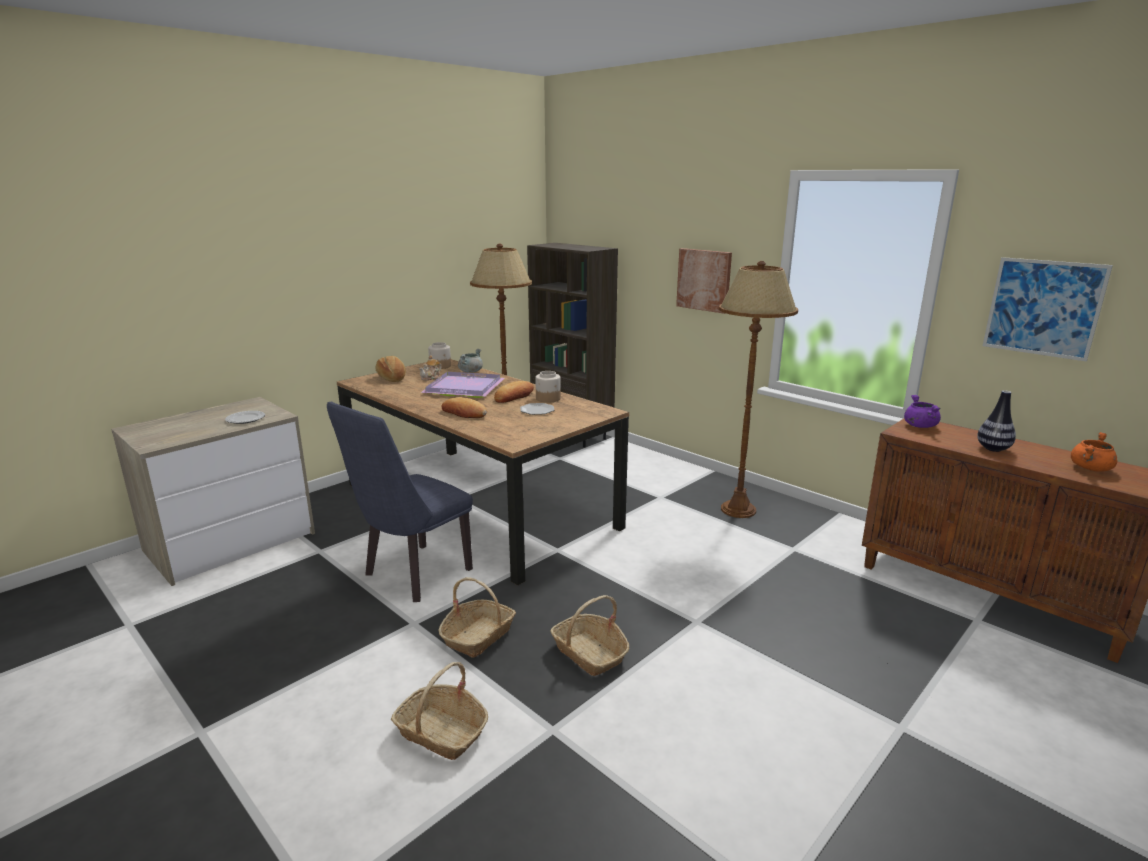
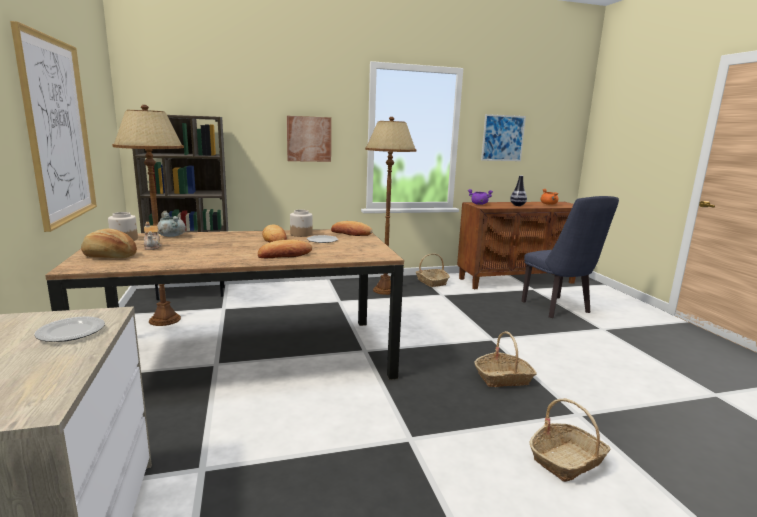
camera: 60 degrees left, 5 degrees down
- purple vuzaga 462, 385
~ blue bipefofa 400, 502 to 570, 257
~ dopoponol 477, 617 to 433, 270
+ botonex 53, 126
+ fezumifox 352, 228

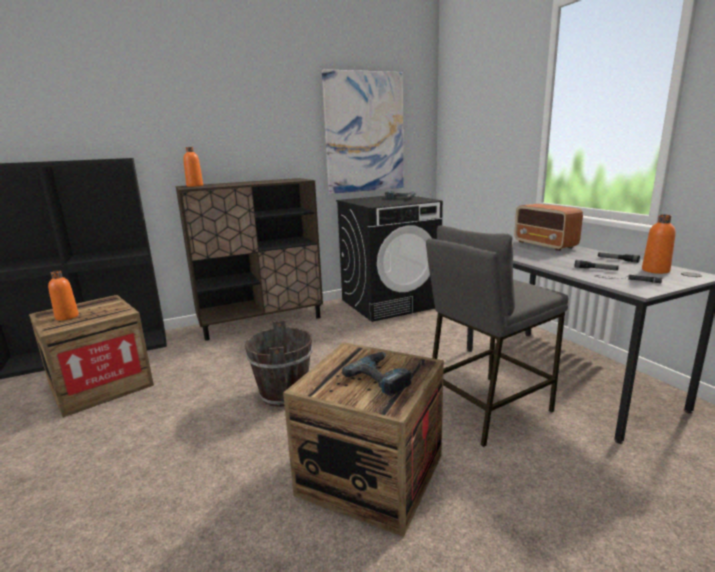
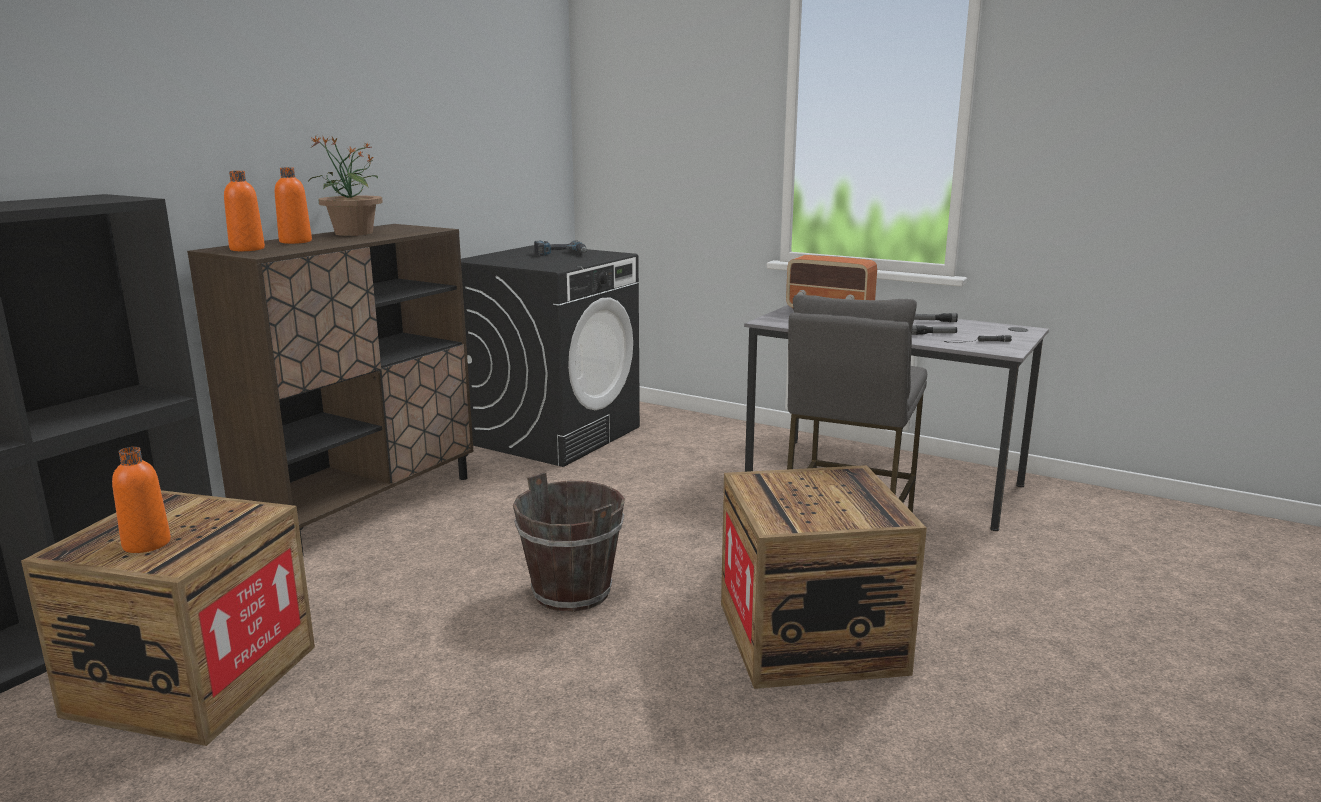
camera: 35 degrees left, 0 degrees up
- botonex 362, 131
~ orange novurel 659, 244 to 293, 205
- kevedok 377, 374
+ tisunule 345, 185

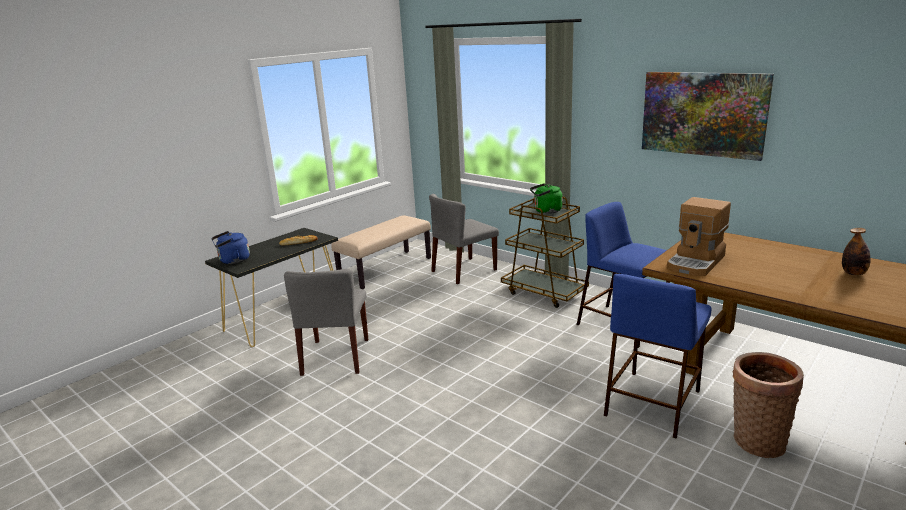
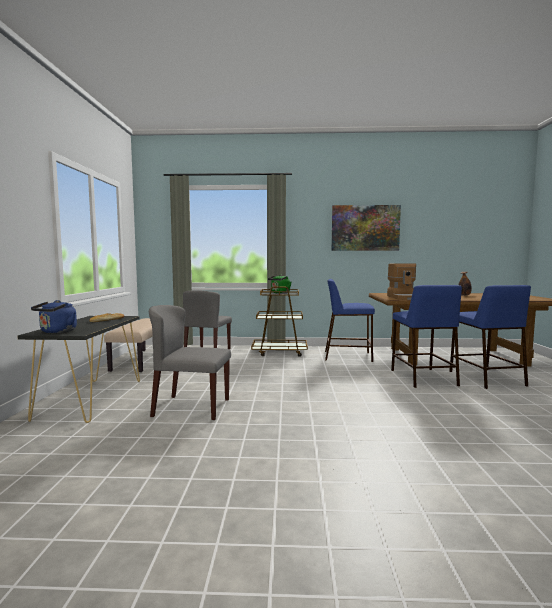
camera: 40 degrees left, 15 degrees down
~ grey bipefofa 326, 322 = 190, 362 135 degrees clockwise
~ dopoponol 768, 405 to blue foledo 490, 337

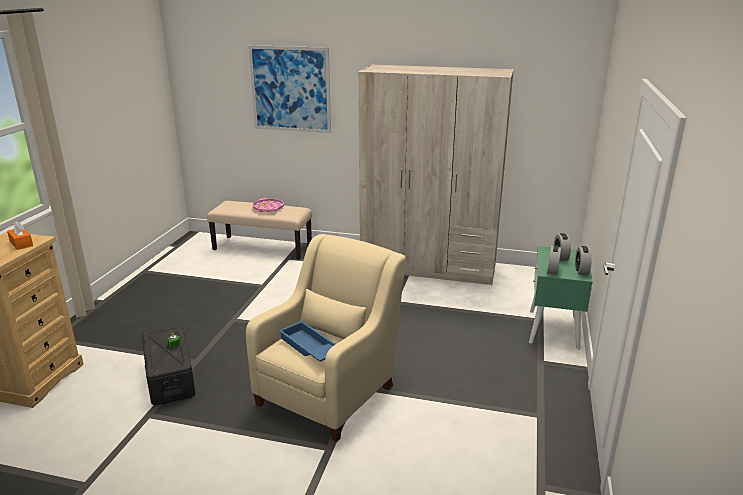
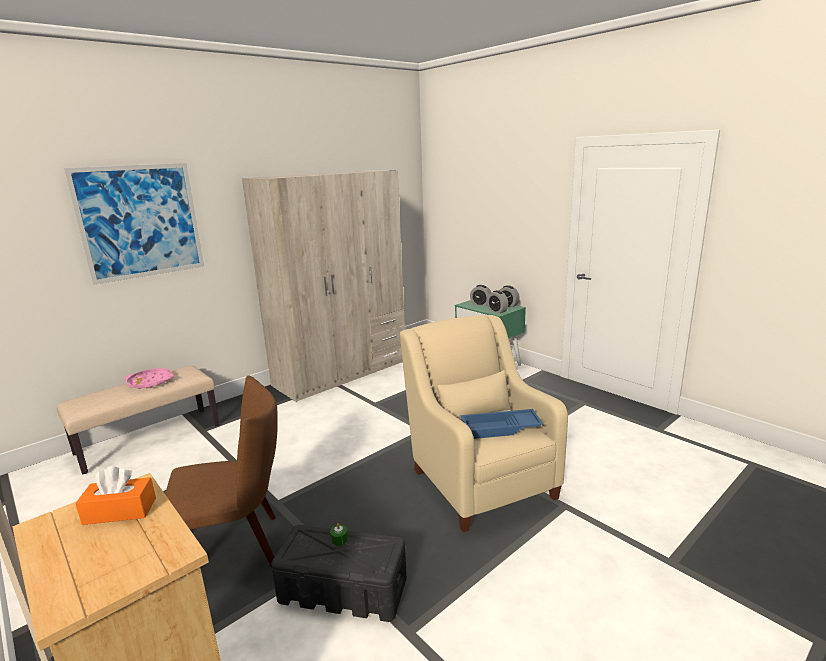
camera: 55 degrees left, 5 degrees down
+ brown bipefofa 221, 471

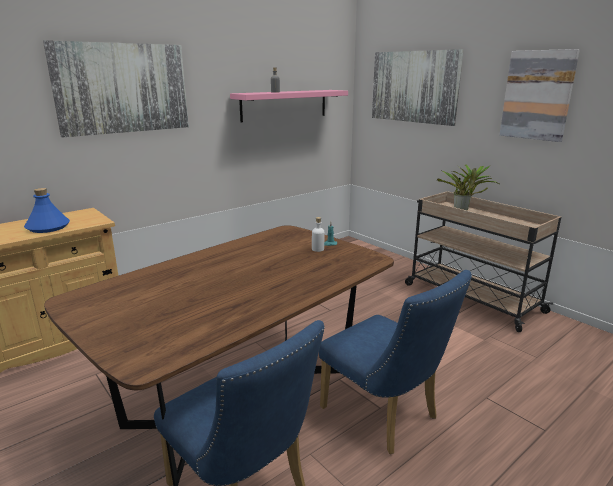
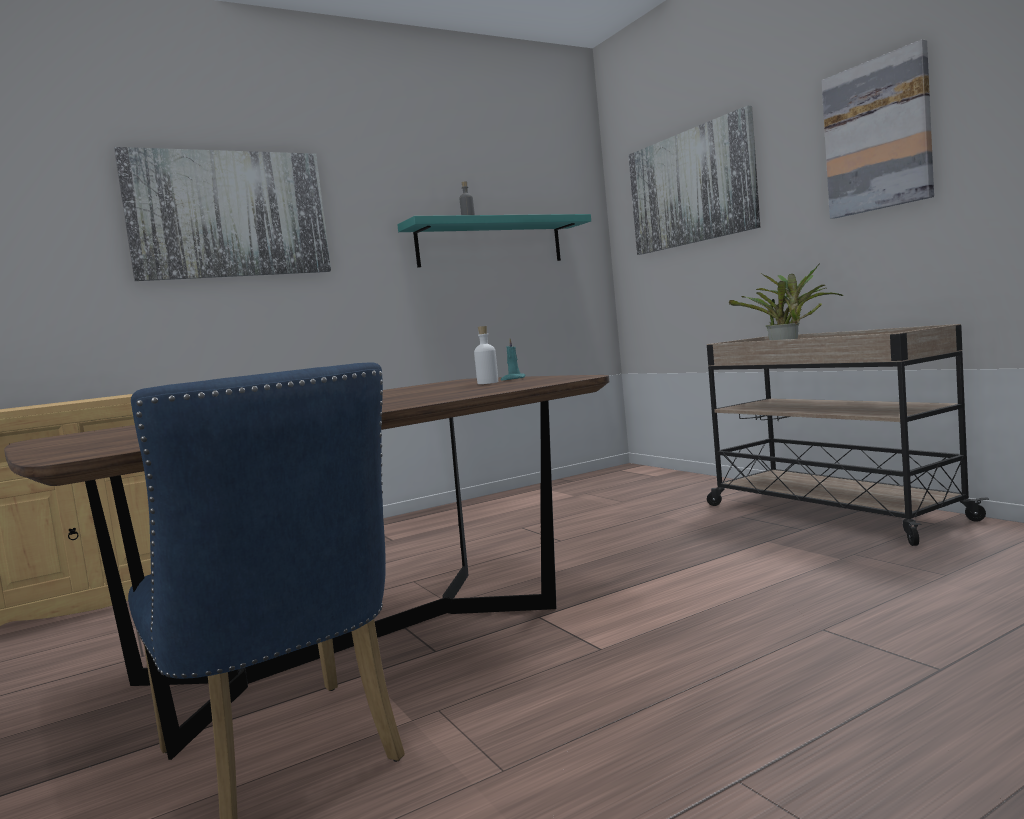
camera: 10 degrees right, 15 degrees down
~ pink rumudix 289, 106 to turquoise rumudix 494, 241
- blue novurel 47, 210
- blue bipefofa 395, 362

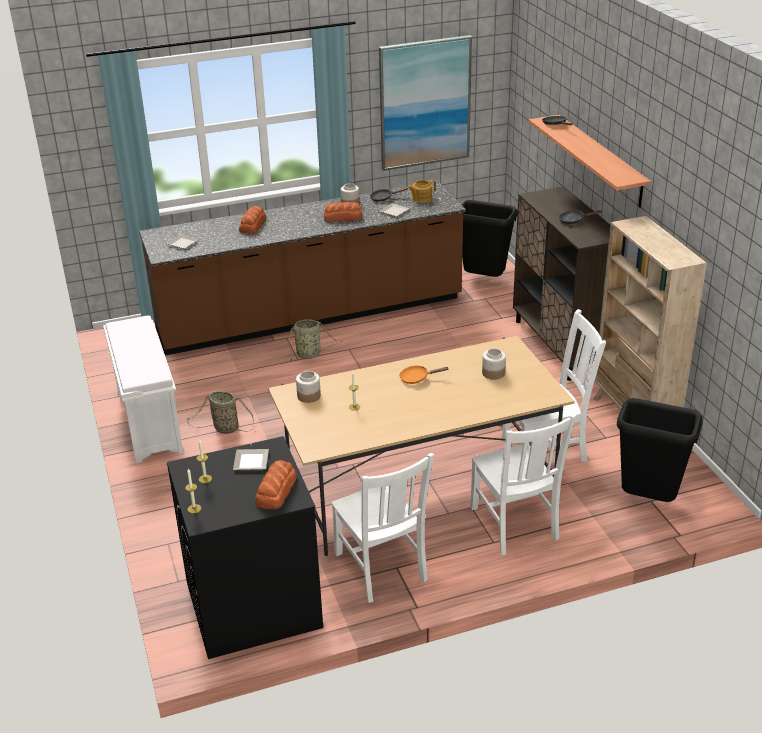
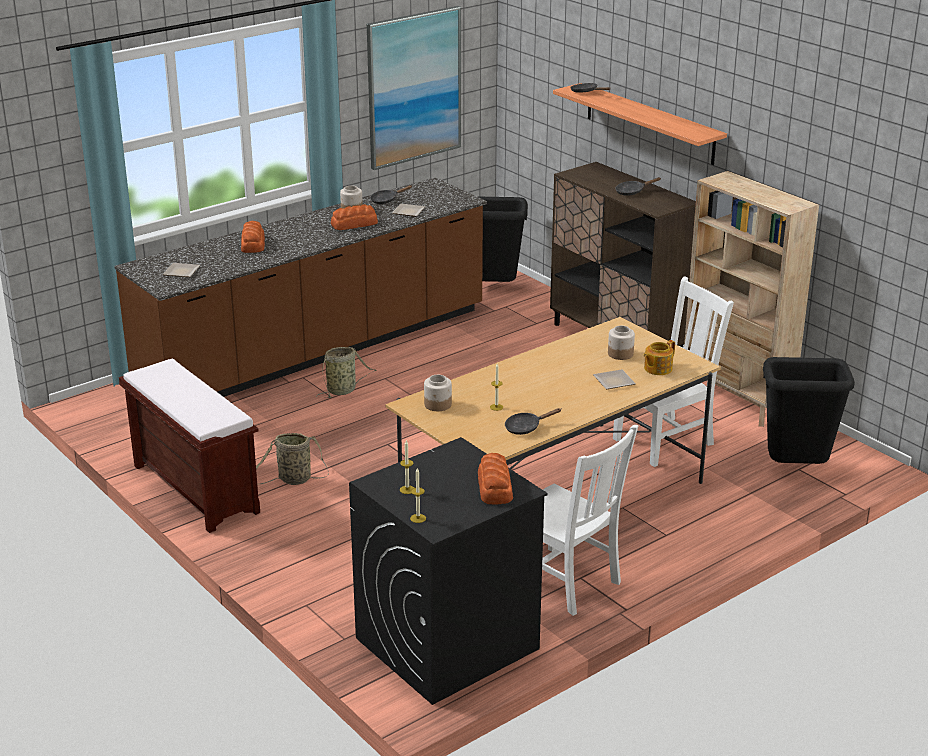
camera: 20 degrees left, 5 degrees down
~ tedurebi 421, 191 to 659, 357
~ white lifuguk 143, 389 to brown lifuguk 189, 446
- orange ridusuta 424, 375
- white bipefofa 523, 484
~ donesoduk 251, 459 to 614, 379
+ black ridusuta 533, 421

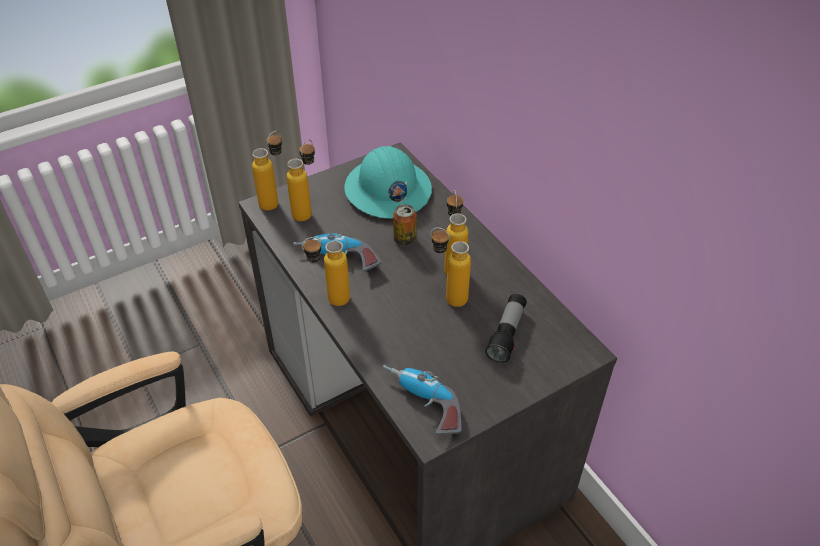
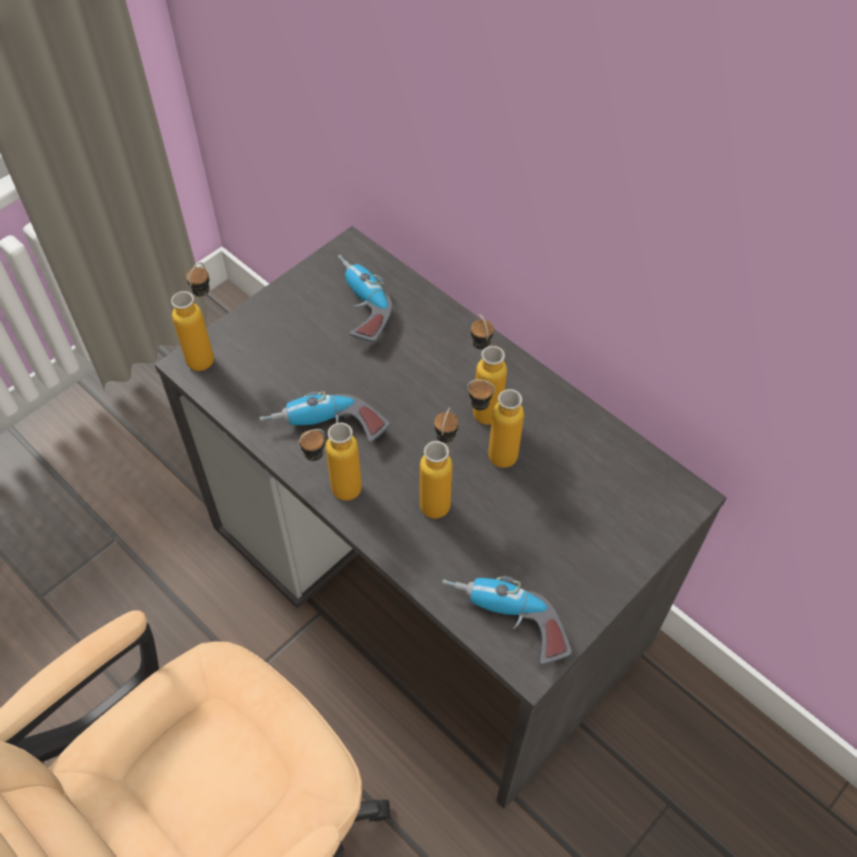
camera: 15 degrees left, 10 degrees up
~ novurel 300, 180 to 439, 463
~ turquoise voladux 388, 182 to kevedok 365, 298
- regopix 405, 225
- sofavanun 506, 328

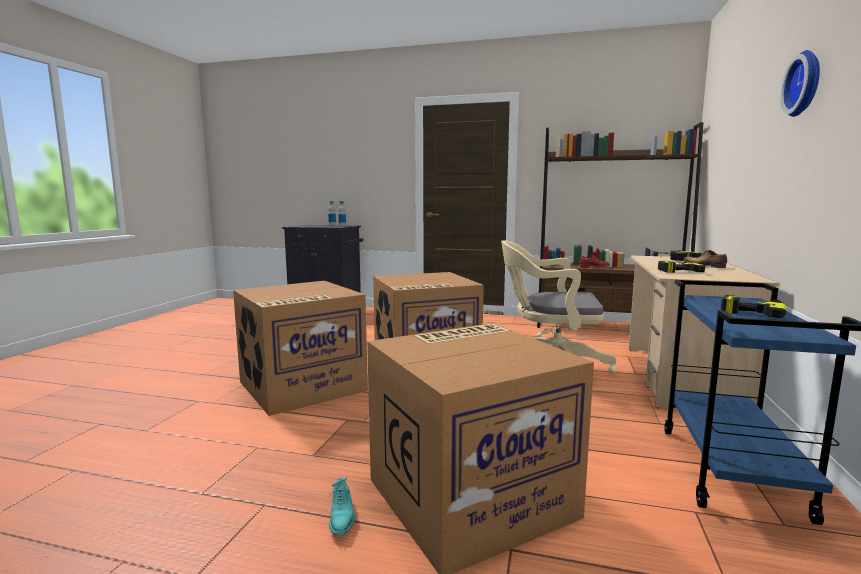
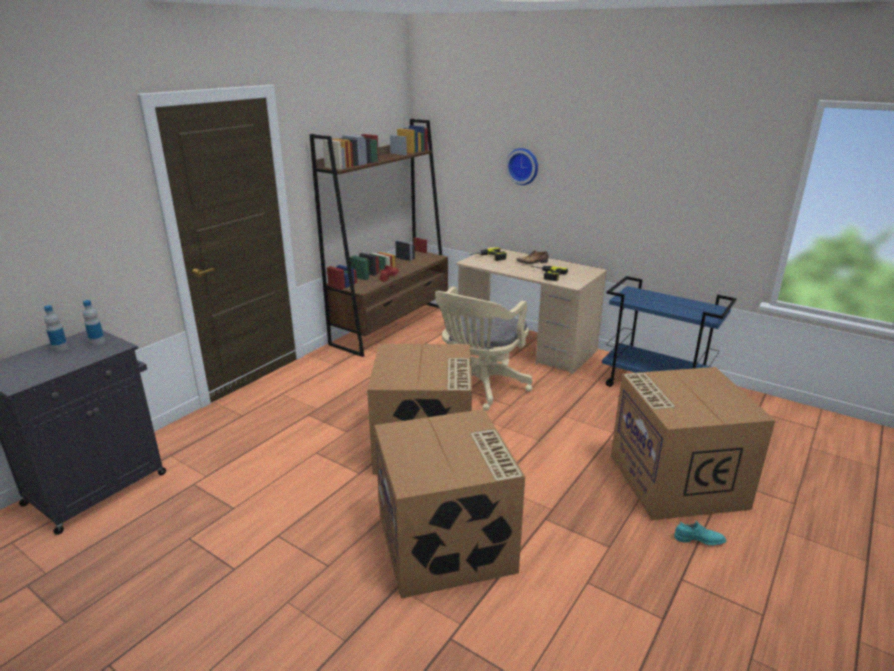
camera: 70 degrees left, 15 degrees up
~ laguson 800, 83 to 522, 166
- kevedok 753, 306

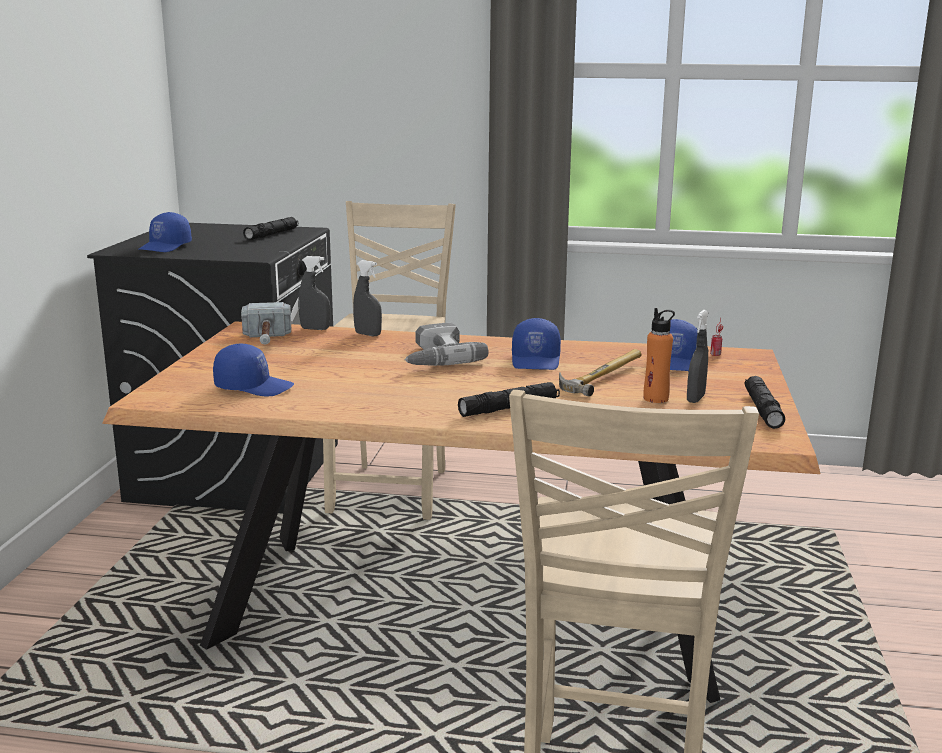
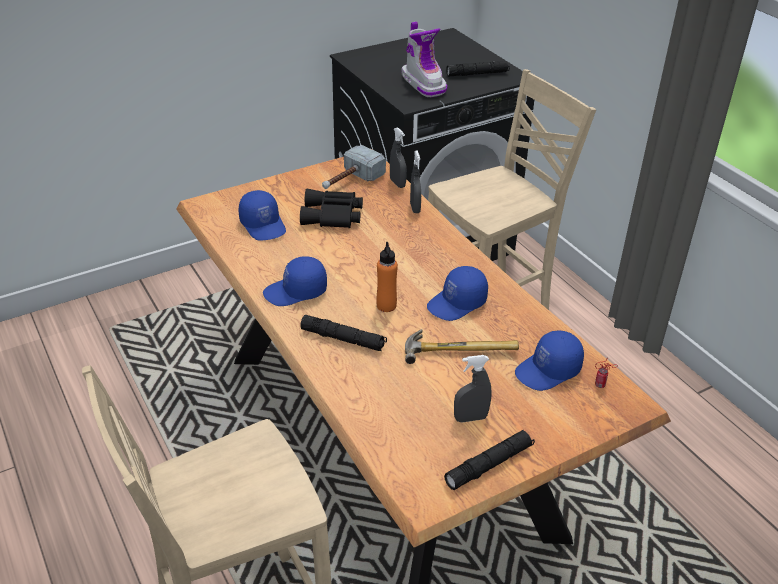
camera: 50 degrees right, 20 degrees up
~ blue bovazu 165, 232 to 295, 281
~ orange novurel 659, 355 to 387, 277
- kevedok 446, 344
+ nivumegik 424, 59
+ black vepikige 331, 208

